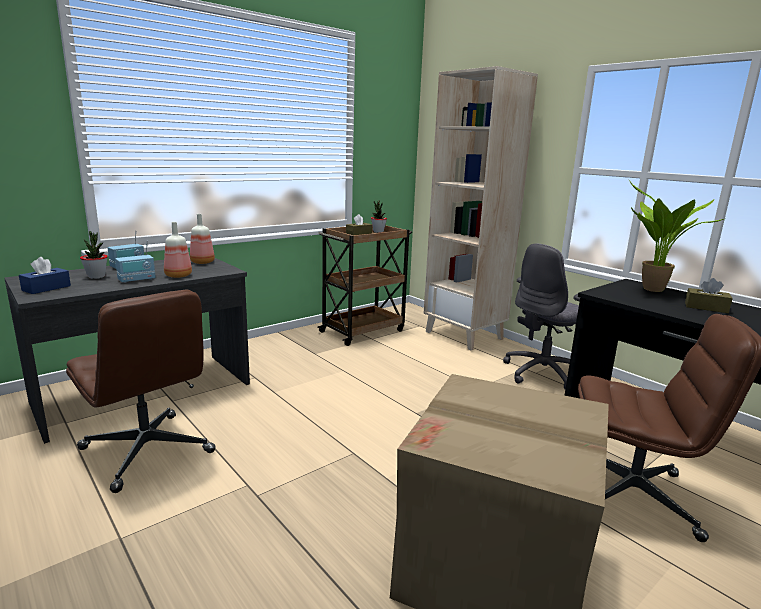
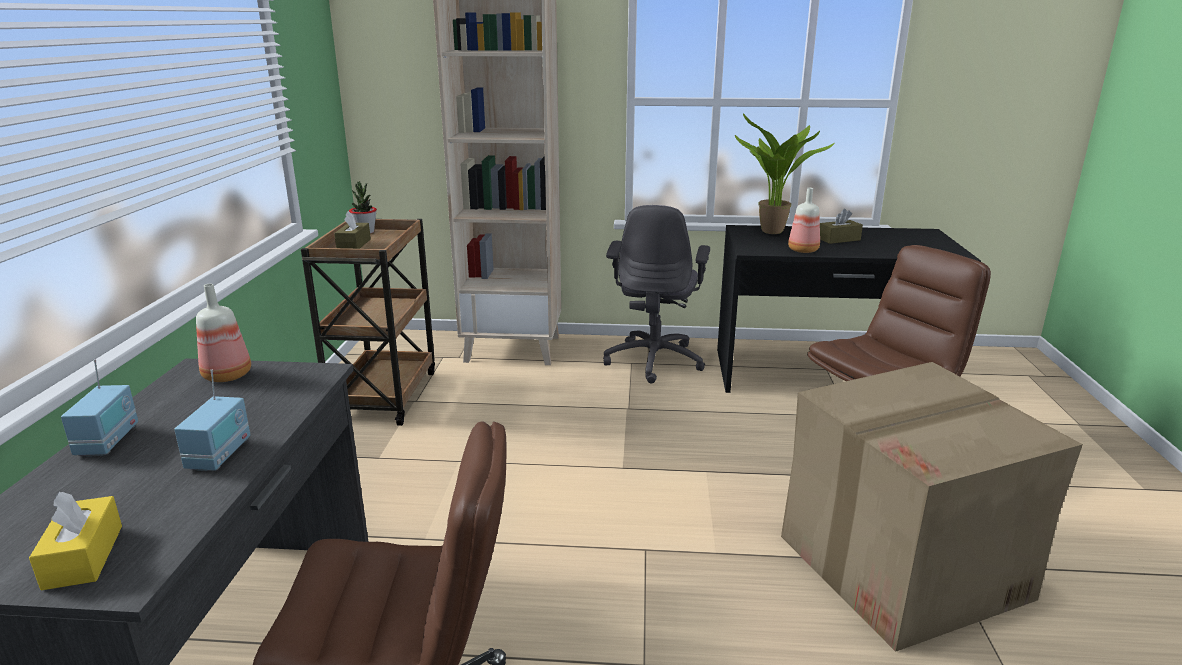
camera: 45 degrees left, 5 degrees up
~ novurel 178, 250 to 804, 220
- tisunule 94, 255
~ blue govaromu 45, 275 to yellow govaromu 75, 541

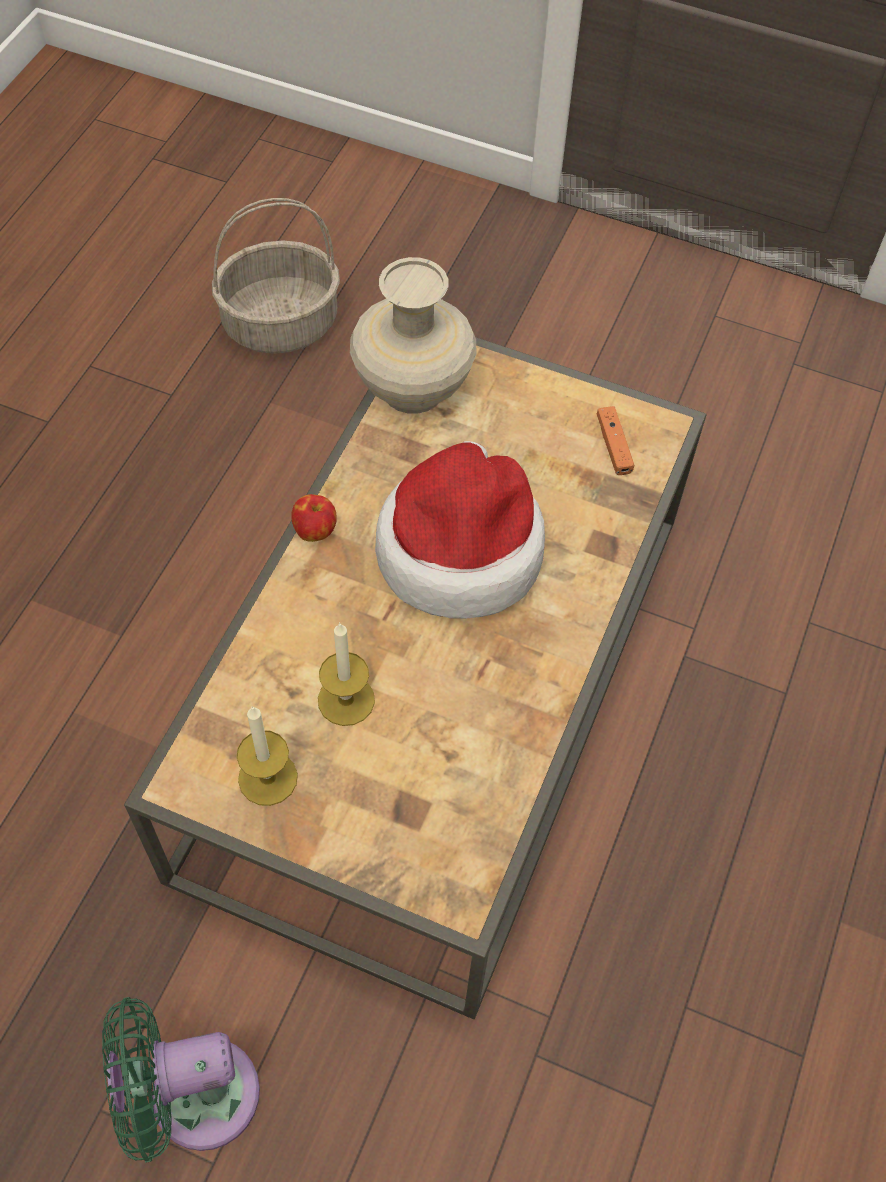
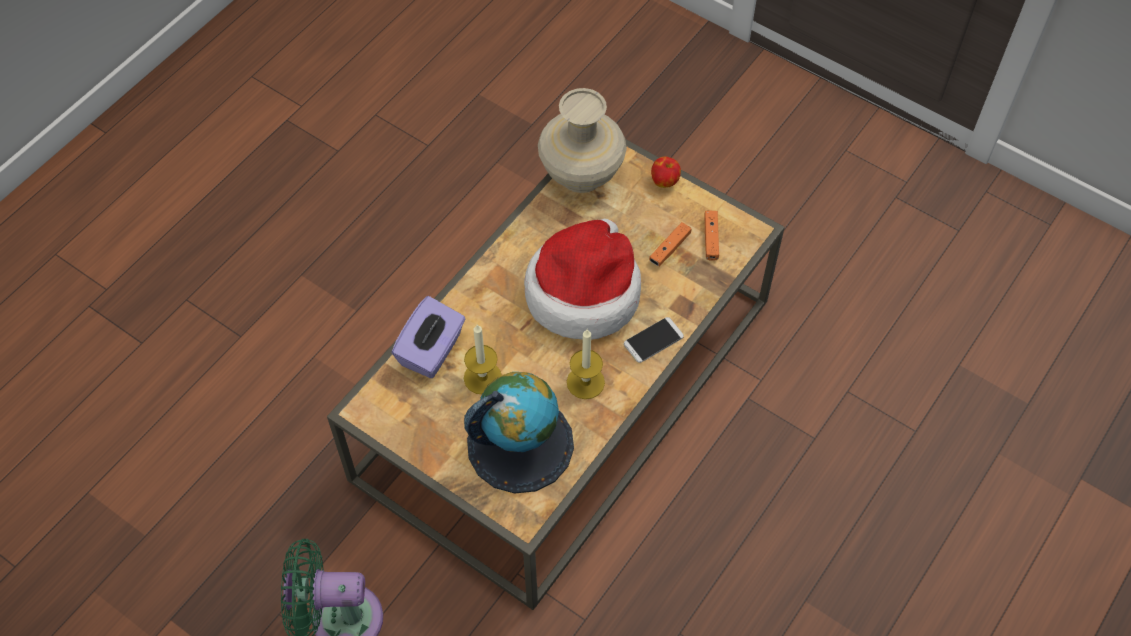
camera: 15 degrees right, 0 degrees up
- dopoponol 276, 276
~ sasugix 314, 518 to 666, 172
~ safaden 267, 756 to 586, 364
+ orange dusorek 670, 244
+ purple govaromu 428, 337
+ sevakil 654, 340
+ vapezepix 519, 432

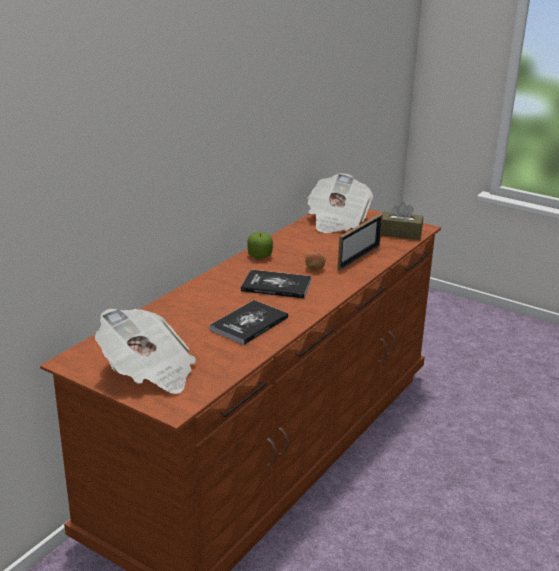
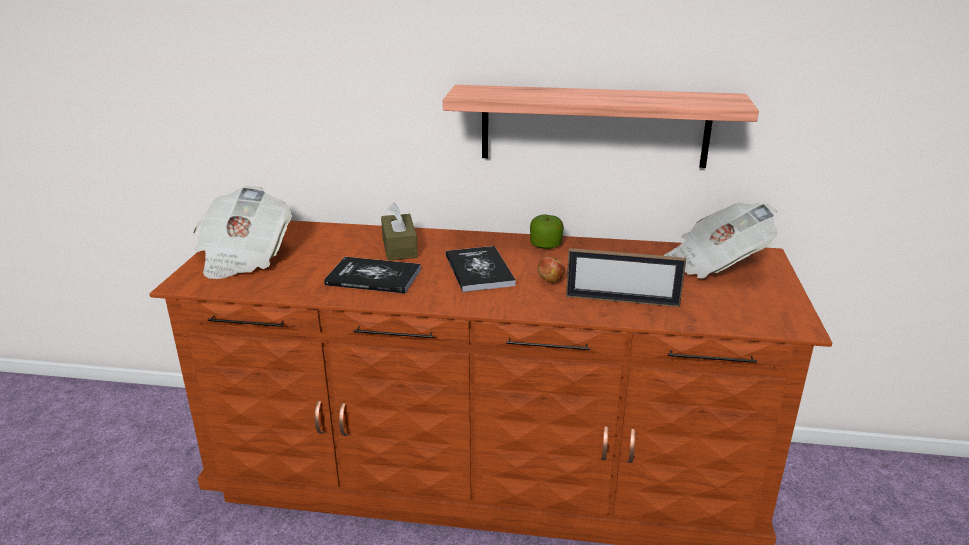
camera: 65 degrees right, 0 degrees up
~ brown govaromu 402, 221 to 399, 231
+ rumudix 601, 126

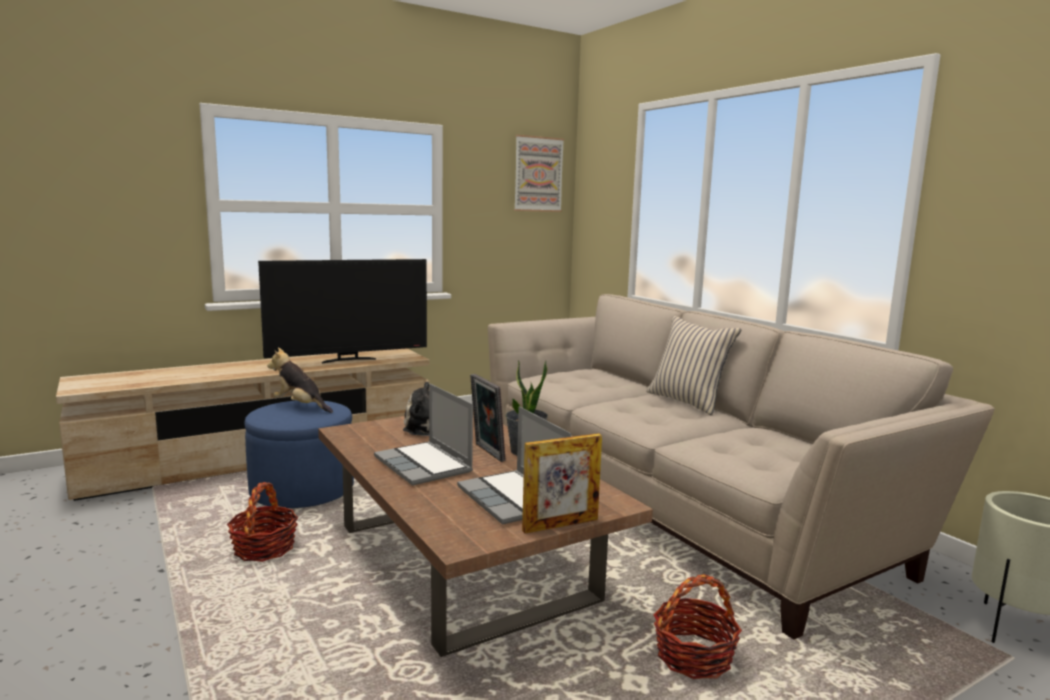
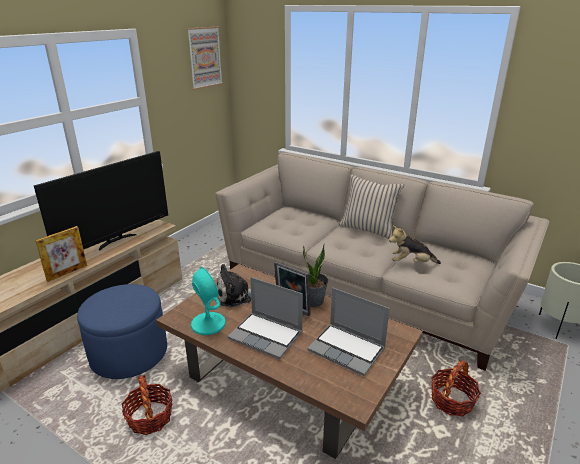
camera: 25 degrees left, 15 degrees up
~ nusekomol 300, 380 to 415, 245
~ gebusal 562, 483 to 61, 254
+ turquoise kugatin 208, 301

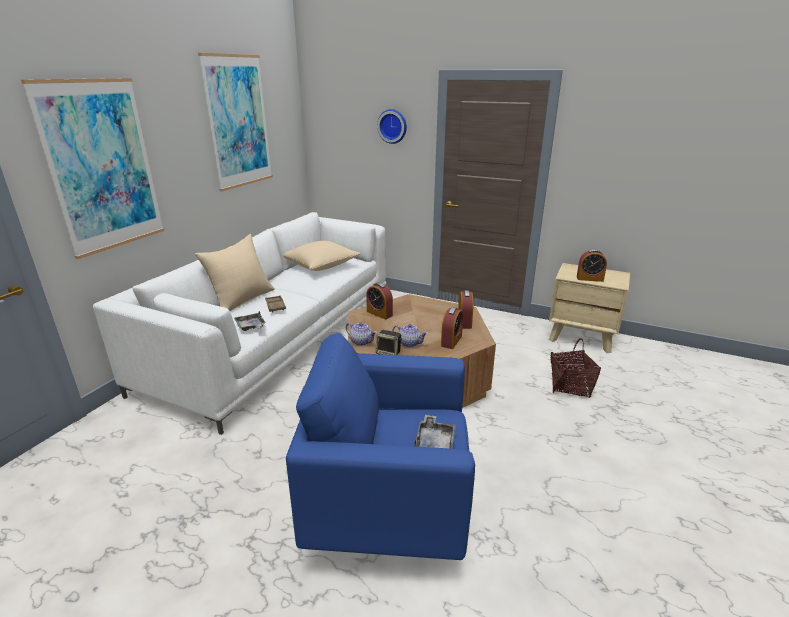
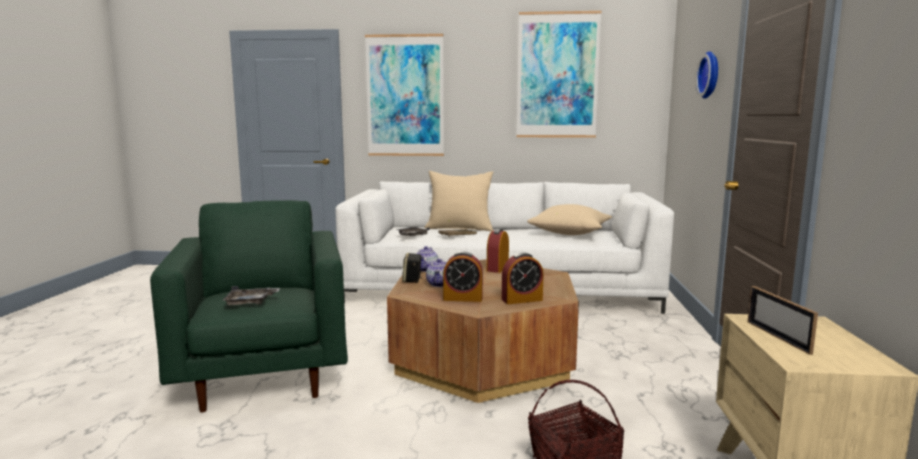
camera: 70 degrees right, 15 degrees down
~ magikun 592, 265 to gebusal 783, 320
~ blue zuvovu 380, 446 to green zuvovu 249, 306

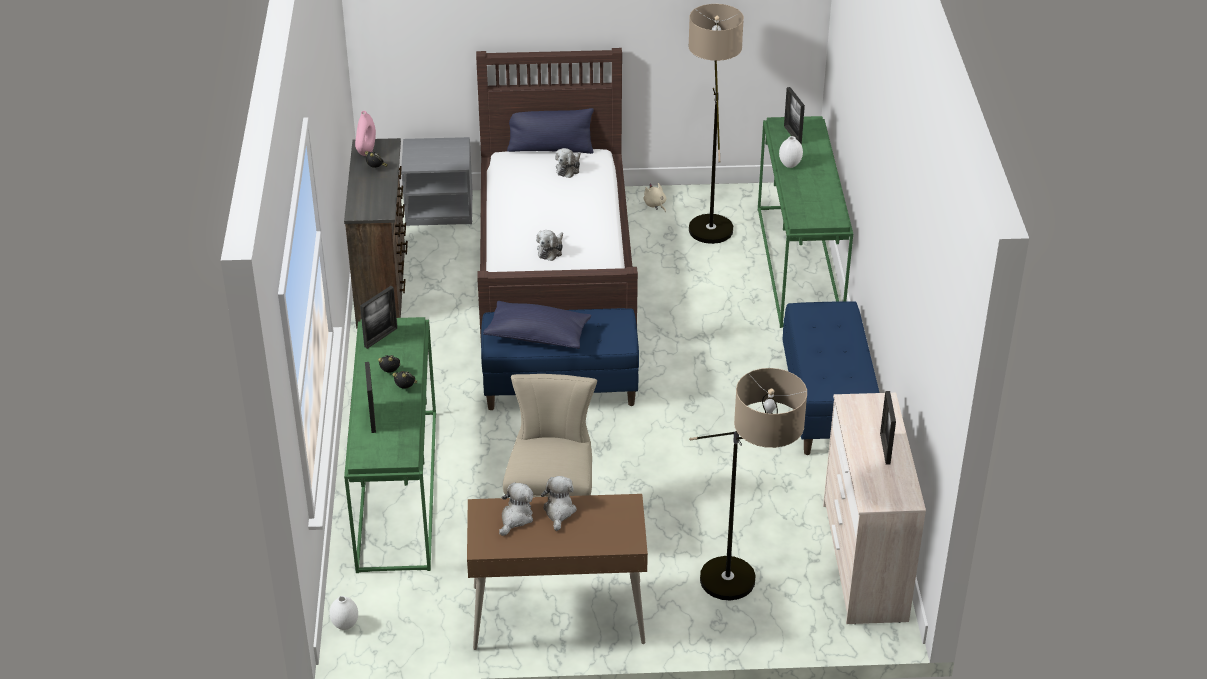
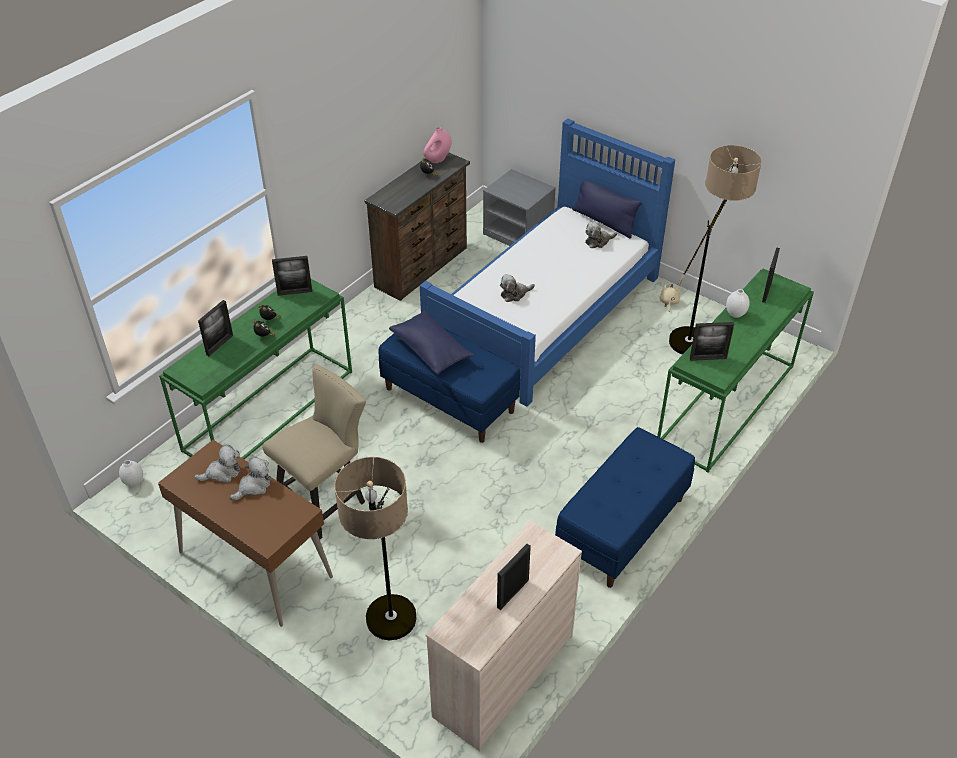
camera: 40 degrees right, 5 degrees up
~ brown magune 557, 192 to blue magune 547, 262
+ gebusal 712, 341

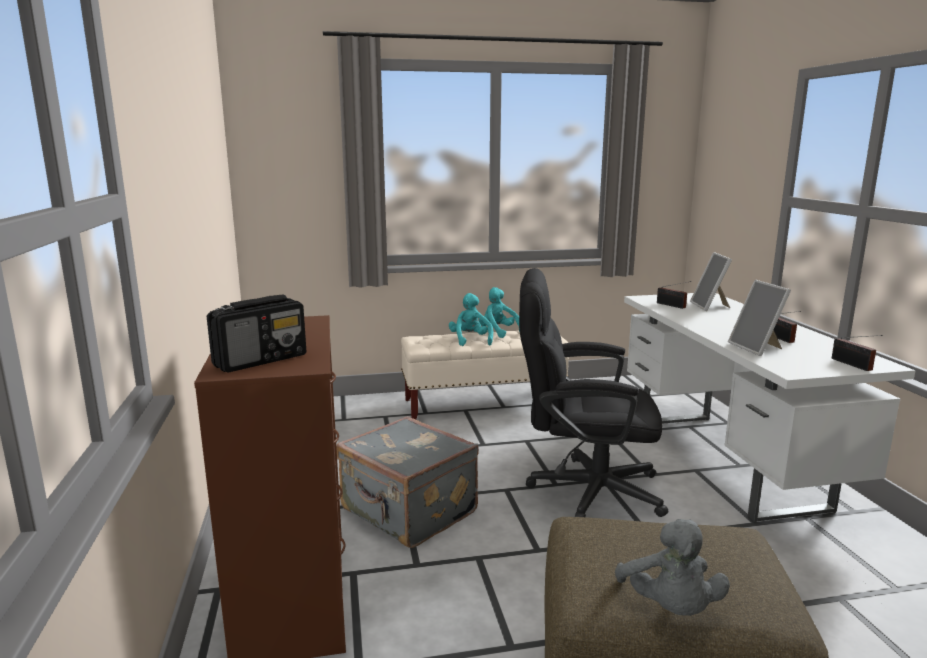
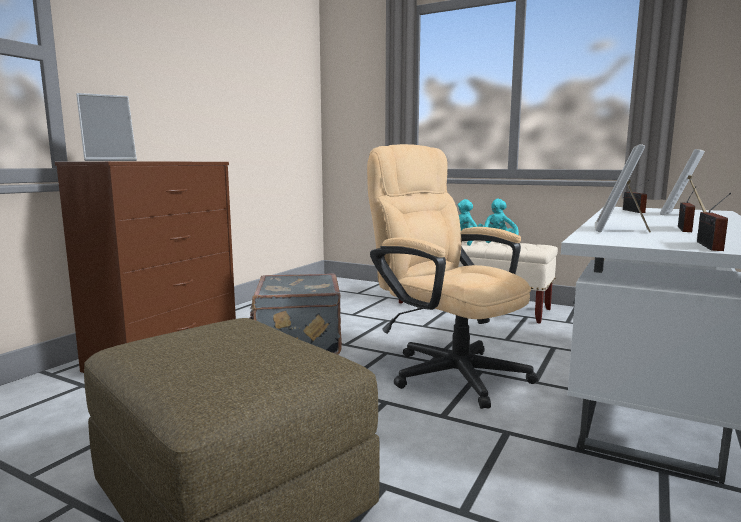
camera: 40 degrees right, 5 degrees down
~ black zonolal 593, 392 to beige zonolal 452, 276
~ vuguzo 256, 333 to gebusal 106, 127
- grey nusekomol 672, 567

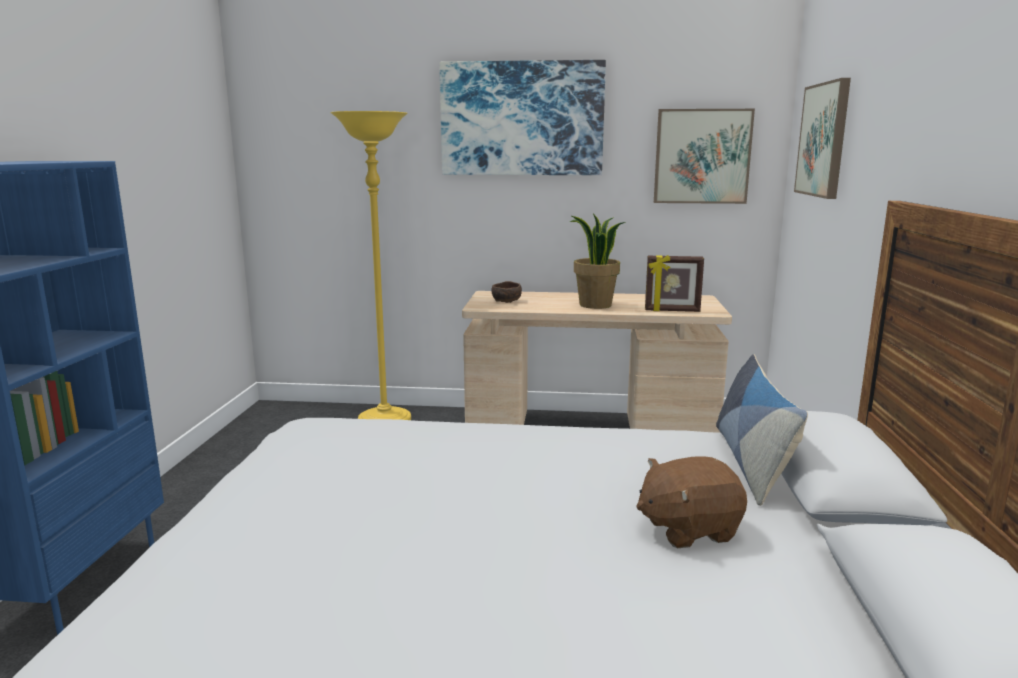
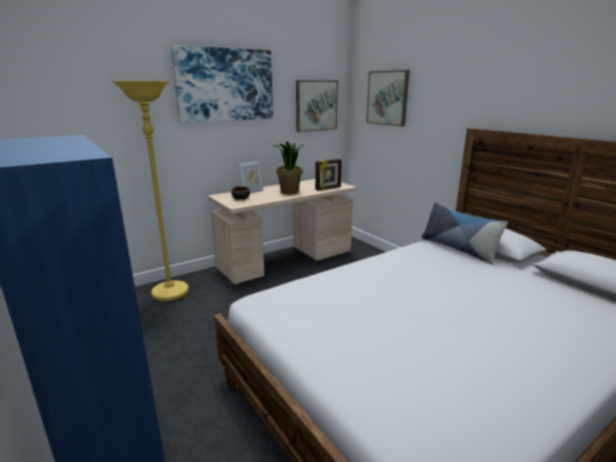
camera: 40 degrees left, 5 degrees up
- brown nusekomol 691, 502
+ gebusal 251, 177

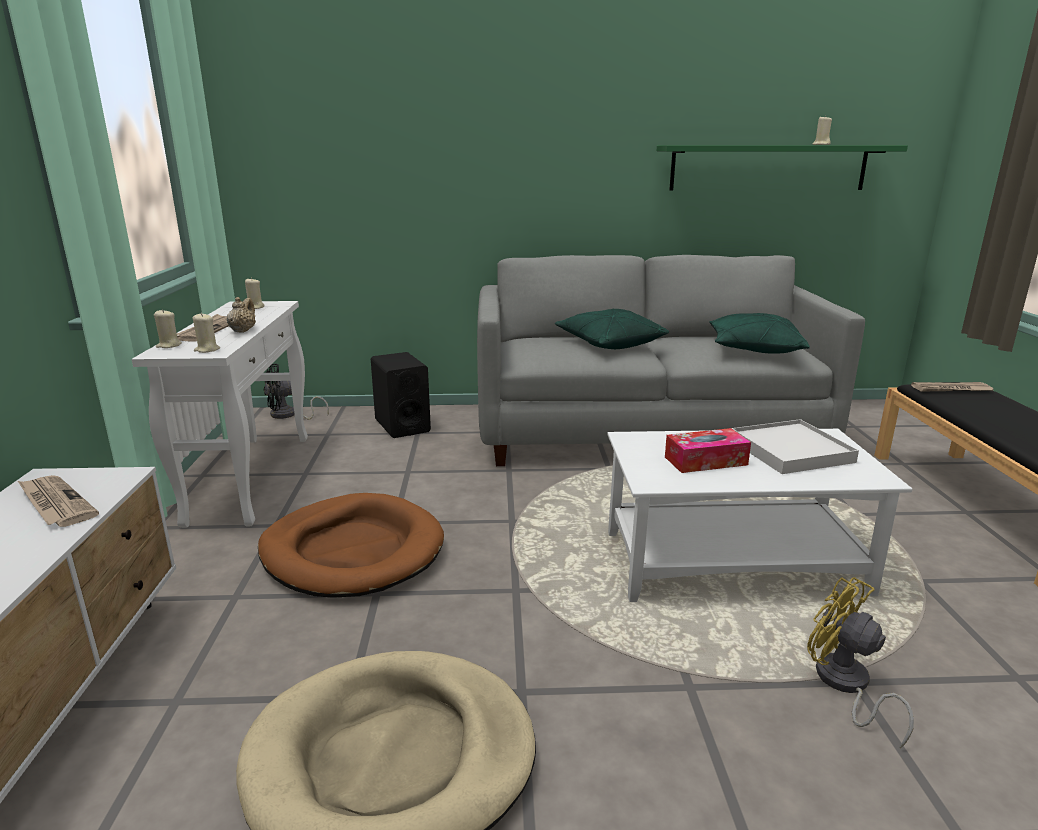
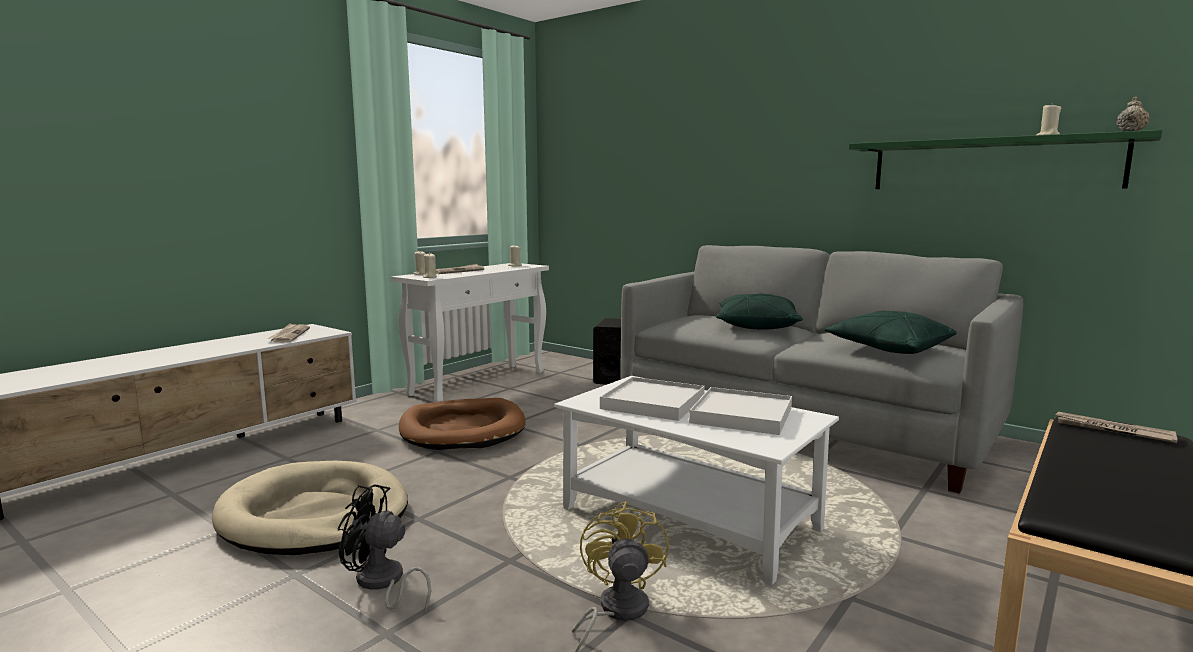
camera: 40 degrees right, 10 degrees down
~ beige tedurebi 241, 315 to 1132, 114
~ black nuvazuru 296, 391 to 384, 548
~ govaromu 708, 450 to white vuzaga 652, 399

